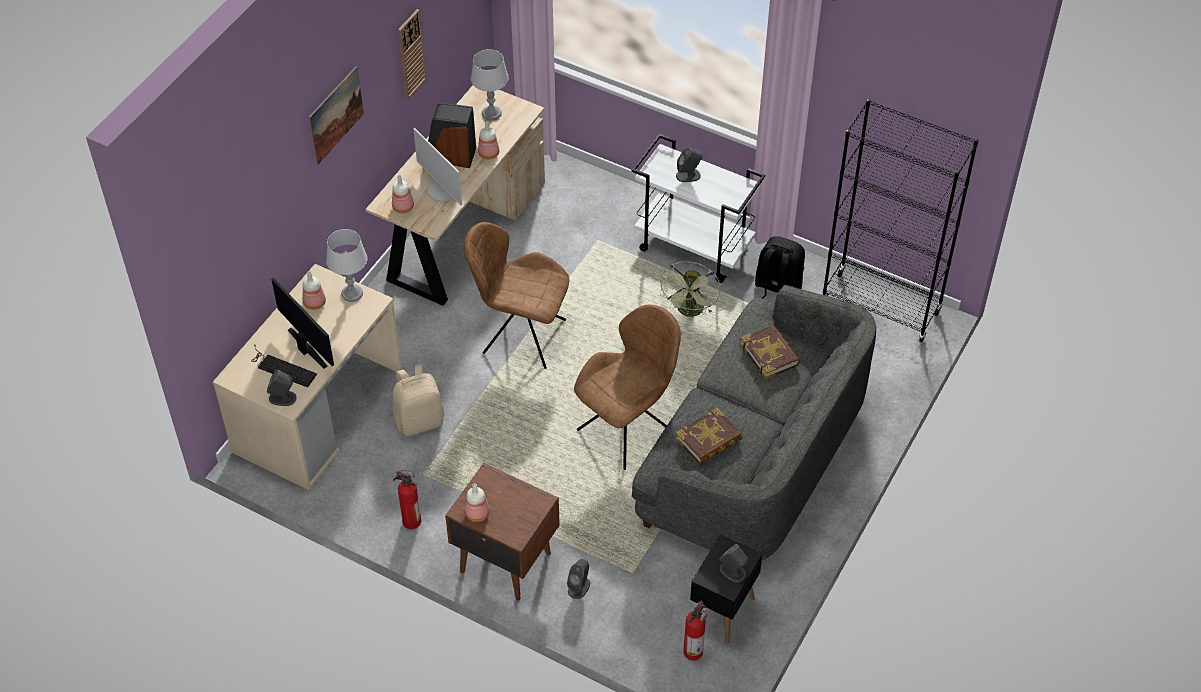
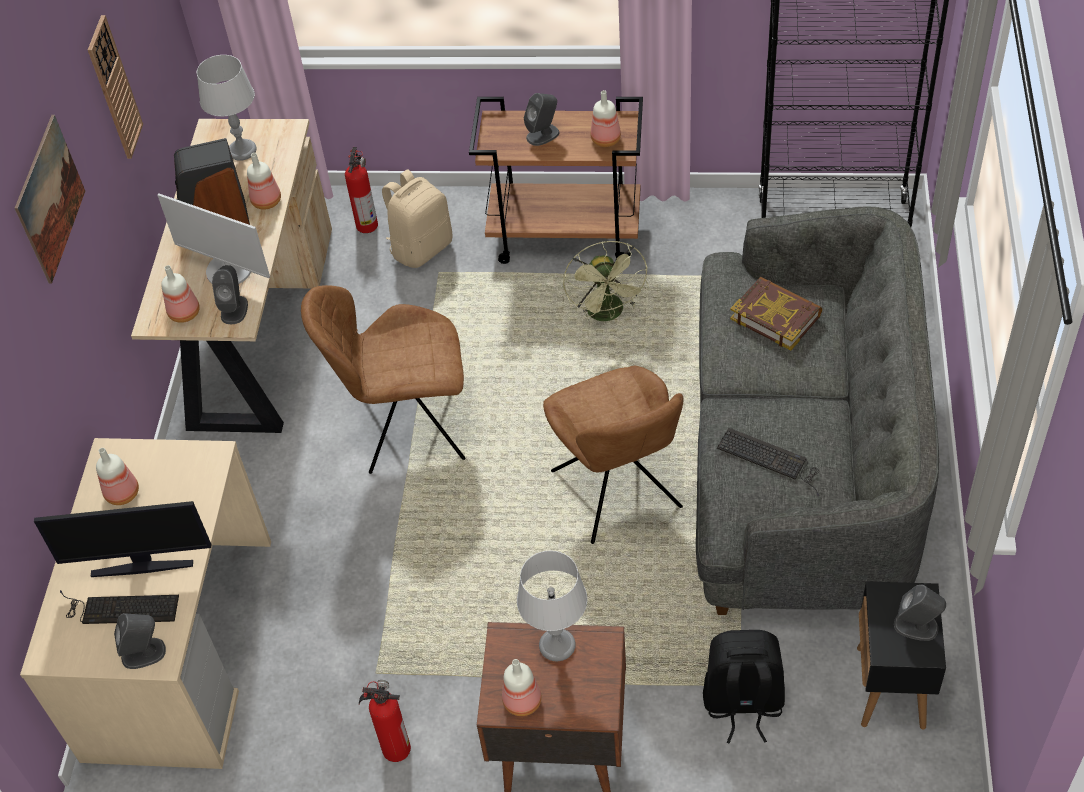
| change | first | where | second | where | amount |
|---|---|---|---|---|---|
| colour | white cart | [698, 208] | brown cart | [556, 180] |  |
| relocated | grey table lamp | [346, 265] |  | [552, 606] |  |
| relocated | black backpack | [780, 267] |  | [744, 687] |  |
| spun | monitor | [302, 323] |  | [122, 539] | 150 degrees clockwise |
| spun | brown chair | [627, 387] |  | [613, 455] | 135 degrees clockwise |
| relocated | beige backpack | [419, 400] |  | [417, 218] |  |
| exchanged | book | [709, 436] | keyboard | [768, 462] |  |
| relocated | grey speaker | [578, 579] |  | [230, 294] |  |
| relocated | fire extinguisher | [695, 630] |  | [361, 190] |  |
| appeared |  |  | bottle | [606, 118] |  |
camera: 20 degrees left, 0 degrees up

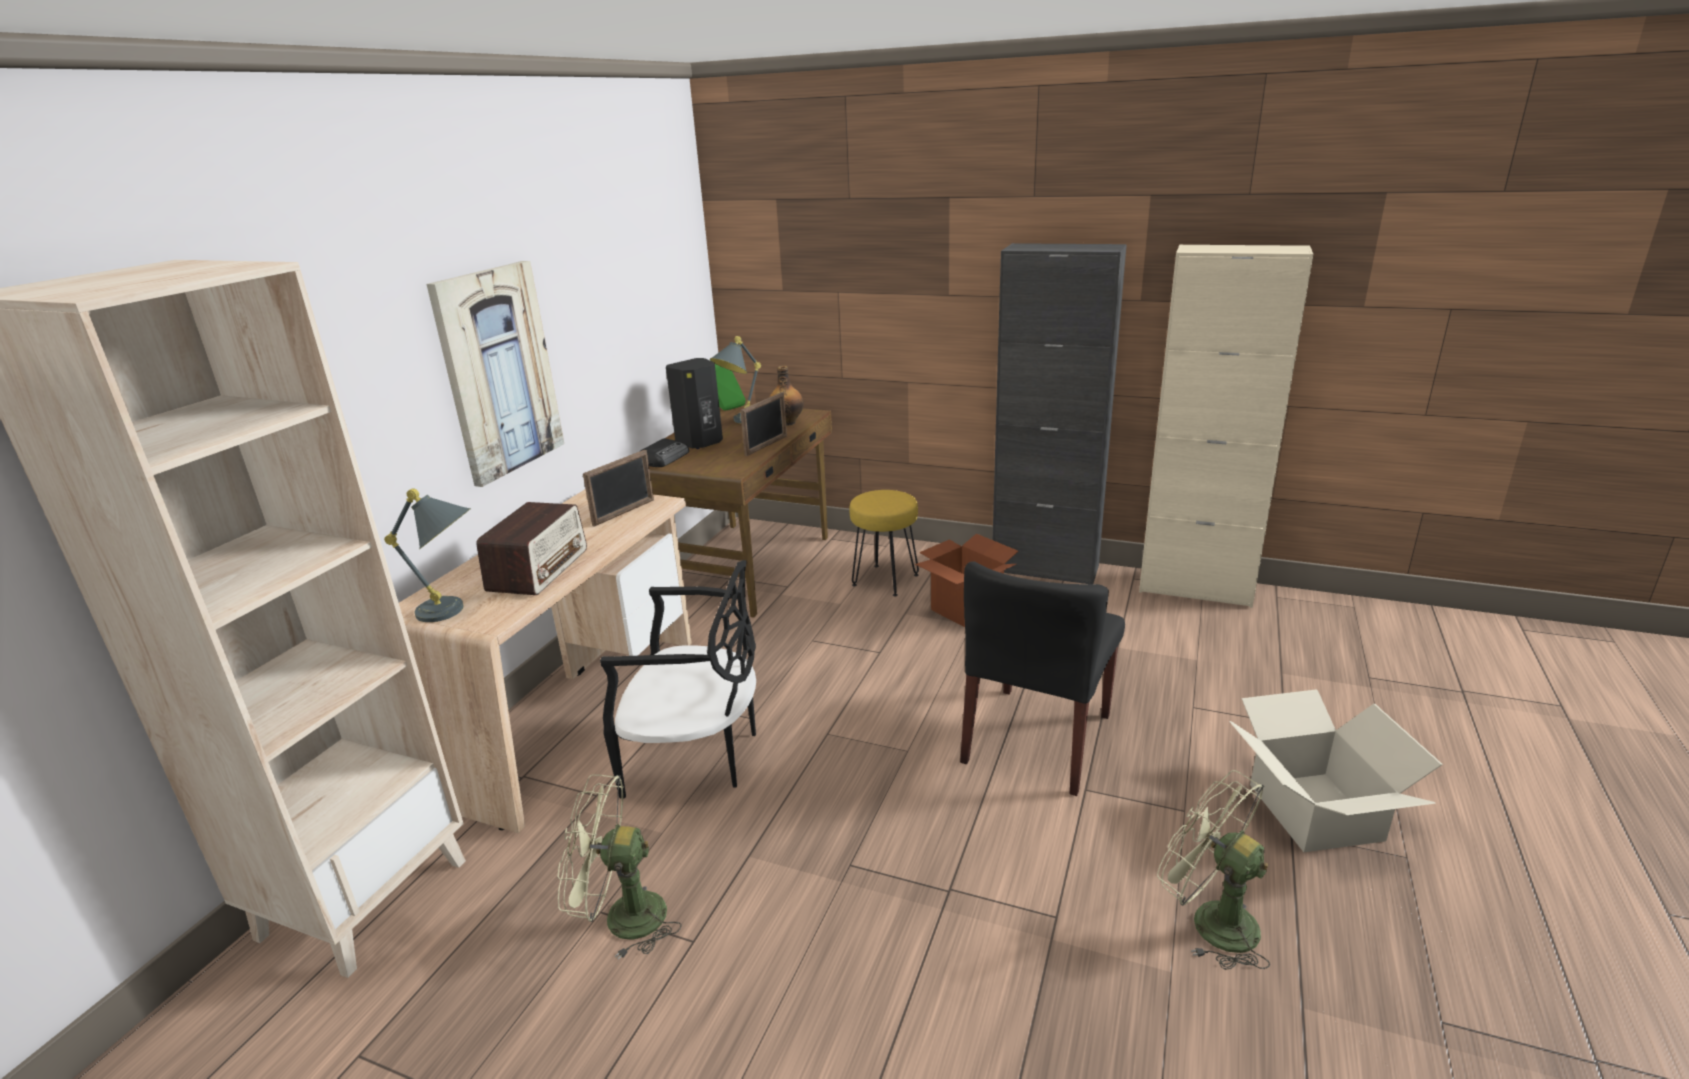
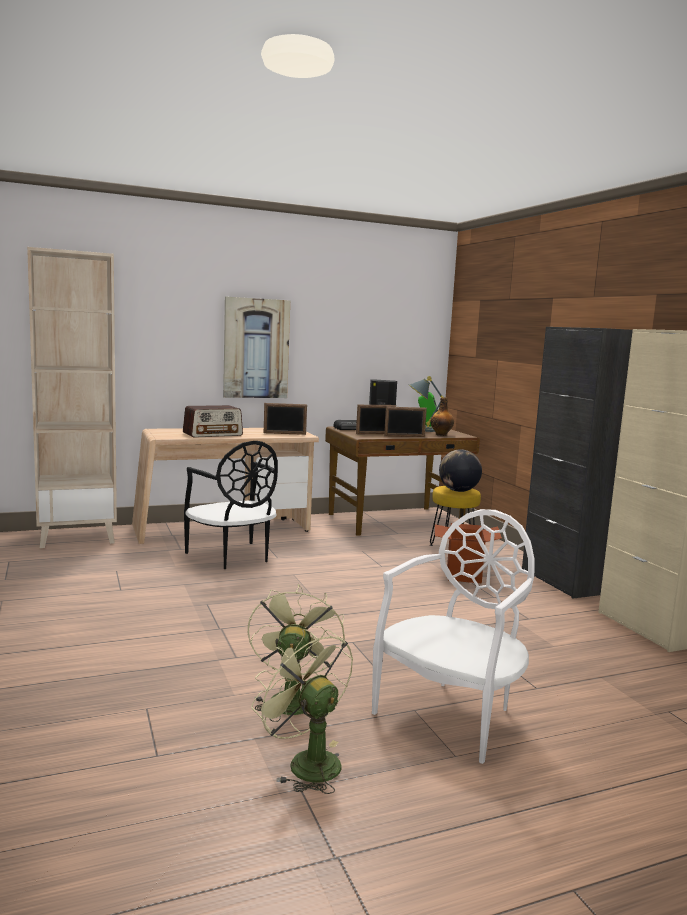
| change | first | where | second | where | amount |
|---|---|---|---|---|---|
| missing | grey table lamp | [427, 555] |  |  |  |
| missing | black chair | [1042, 678] |  |  |  |
| exchanged | cardboard box | [1336, 770] | white chair | [453, 636] |  |
| relocated | green fan | [619, 867] |  | [302, 711] |  |
| appeared |  |  | picture frame | [376, 419] |  |
| appeared |  |  | globe | [460, 470] |  |
camera: 45 degrees right, 15 degrees down

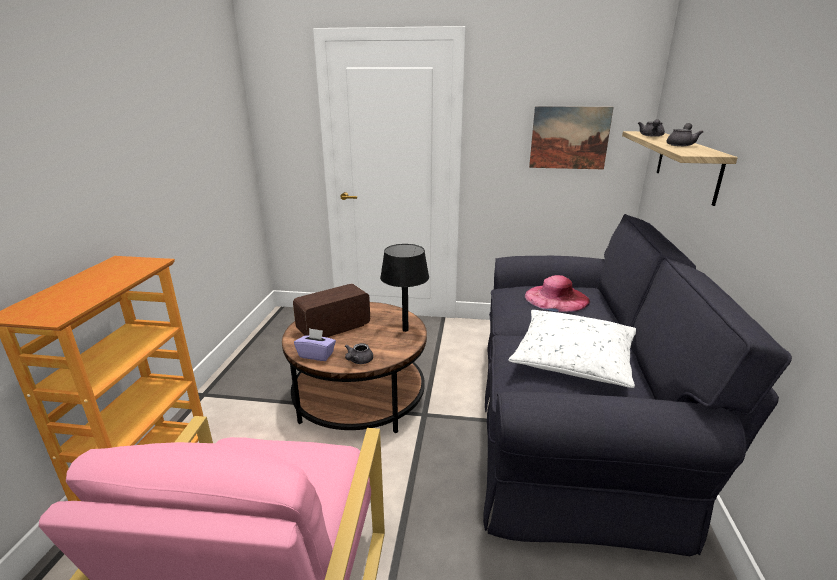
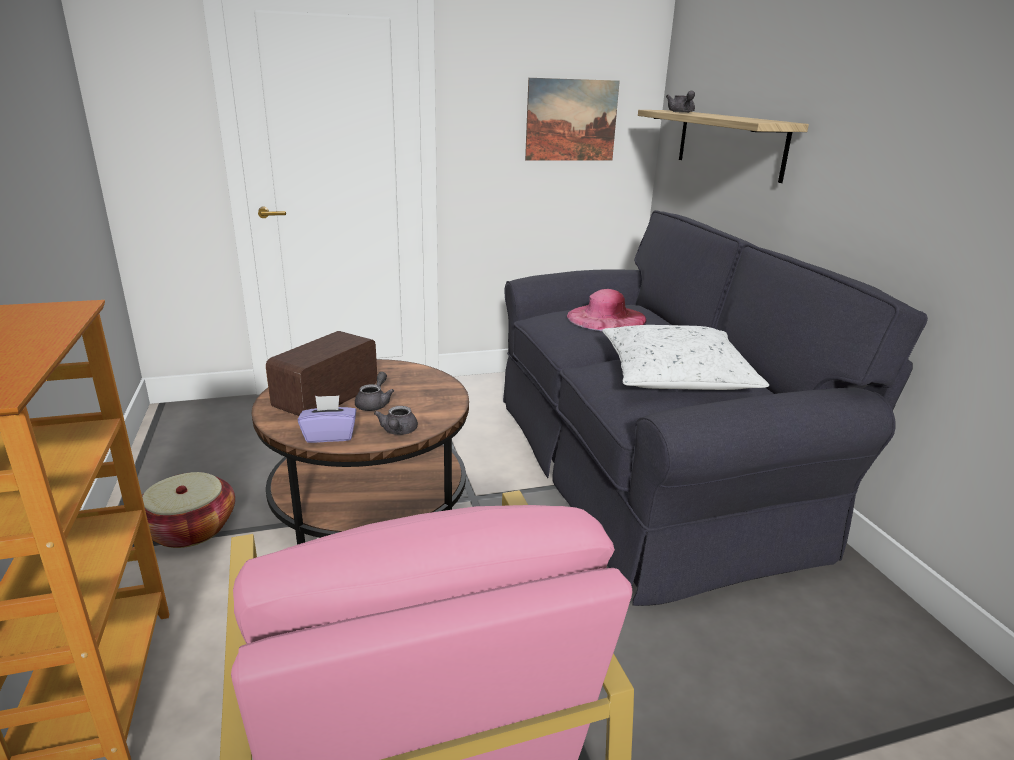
| change | first | where | second | where | amount |
|---|---|---|---|---|---|
| relocated | grey teapot | [685, 134] |  | [374, 391] |  |
| missing | black table lamp | [404, 288] |  |  |  |
| appeared |  |  | basket | [188, 510] |  |
camera: 25 degrees left, 0 degrees up

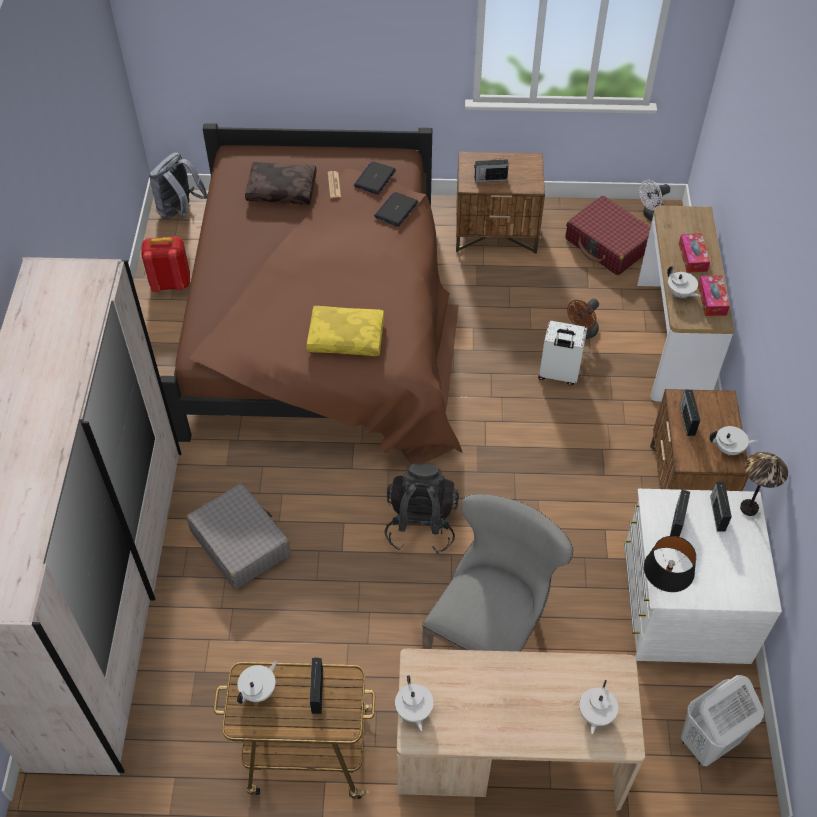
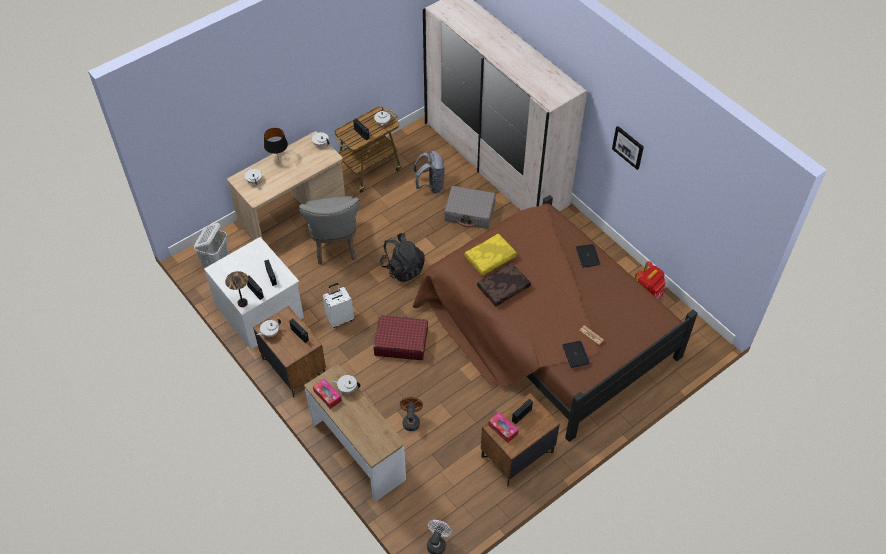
| change | first | where | second | where | amount |
|---|---|---|---|---|---|
| relocated | grey backpack | [178, 185] |  | [429, 172] |  |
| relocated | brown pillow | [281, 183] |  | [504, 284] |  |
| relocated | laptop | [396, 209] |  | [588, 255] |  |
| relocated | red suitcase | [607, 235] |  | [400, 338] |  |
| relocated | tissue box | [694, 253] |  | [503, 427] |  |
| relocated | white suitcase | [562, 353] |  | [338, 305] |  |
| relocated | black table lamp | [670, 564] |  | [276, 144] |  |
| appeared |  |  | picture | [628, 148] |  |
camera: 140 degrees right, 0 degrees up

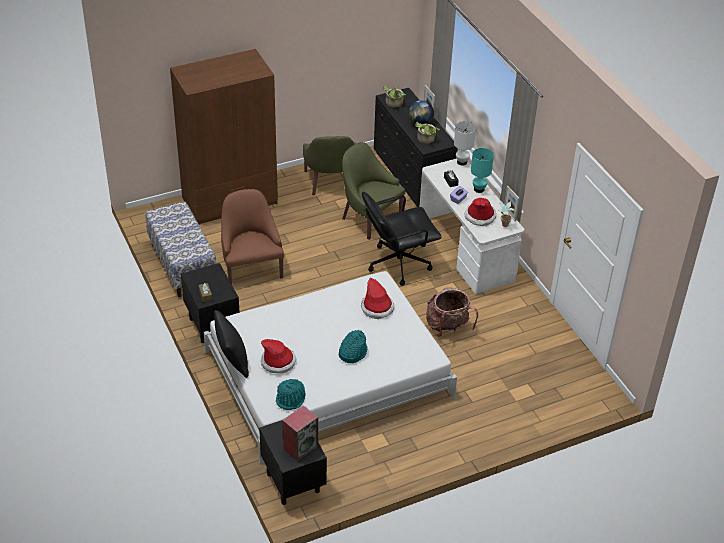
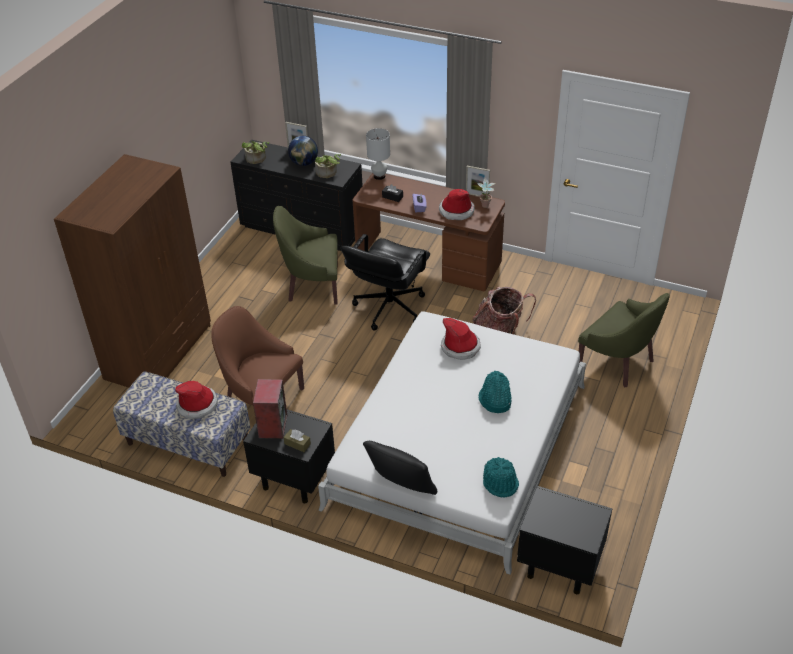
| change | first | where | second | where | amount |
|---|---|---|---|---|---|
| relocated | green armchair | [329, 165] |  | [624, 340] |  |
| missing | turquoise table lamp | [482, 170] |  |  |  |
| colour | white desk | [472, 226] | brown desk | [428, 232] |  |
| relocated | hat | [279, 356] |  | [196, 400] |  |
| relocated | speaker | [300, 433] |  | [270, 409] |  |
camera: 40 degrees left, 0 degrees up

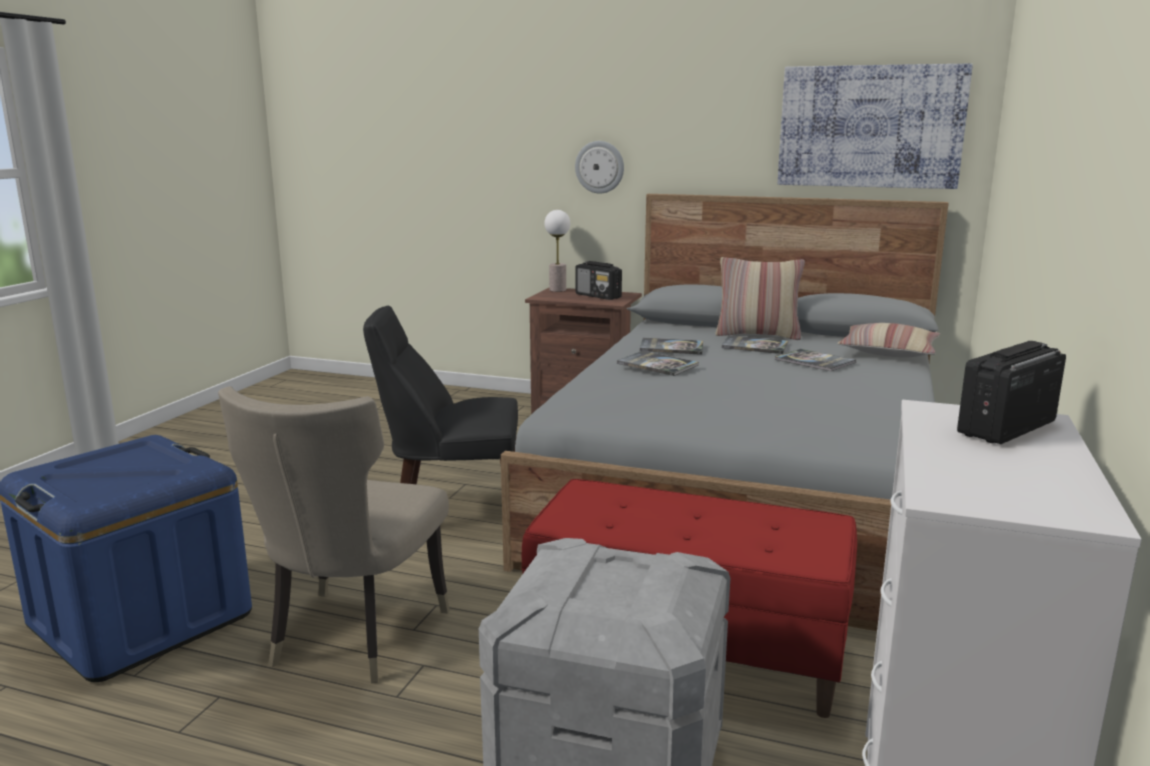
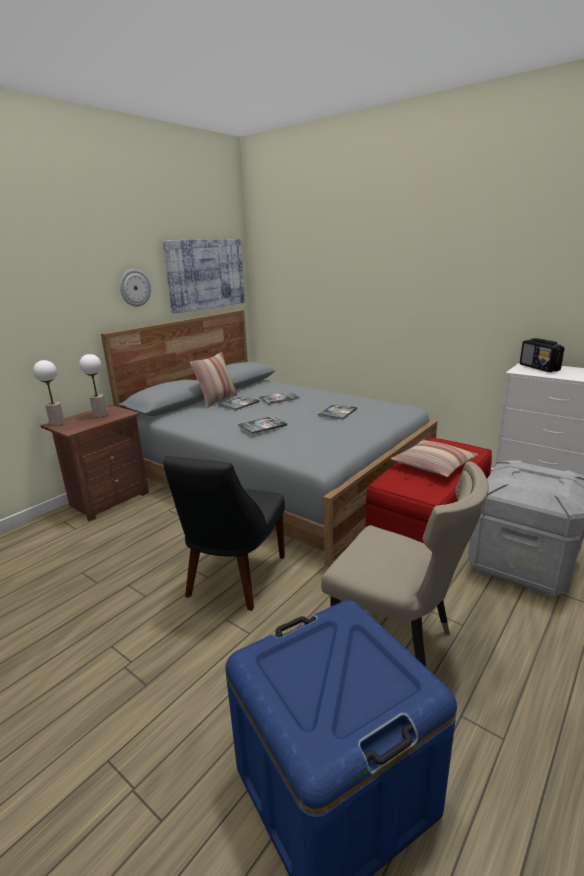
| change | first | where | second | where | amount |
|---|---|---|---|---|---|
| relocated | wall clock | [599, 167] |  | [135, 288] |  |
| exchanged | radio | [599, 280] | table lamp | [93, 385] |  |
| relocated | pillow | [888, 340] |  | [434, 458] |  |
| relocated | book | [671, 346] |  | [337, 412] |  |
camera: 70 degrees left, 5 degrees up

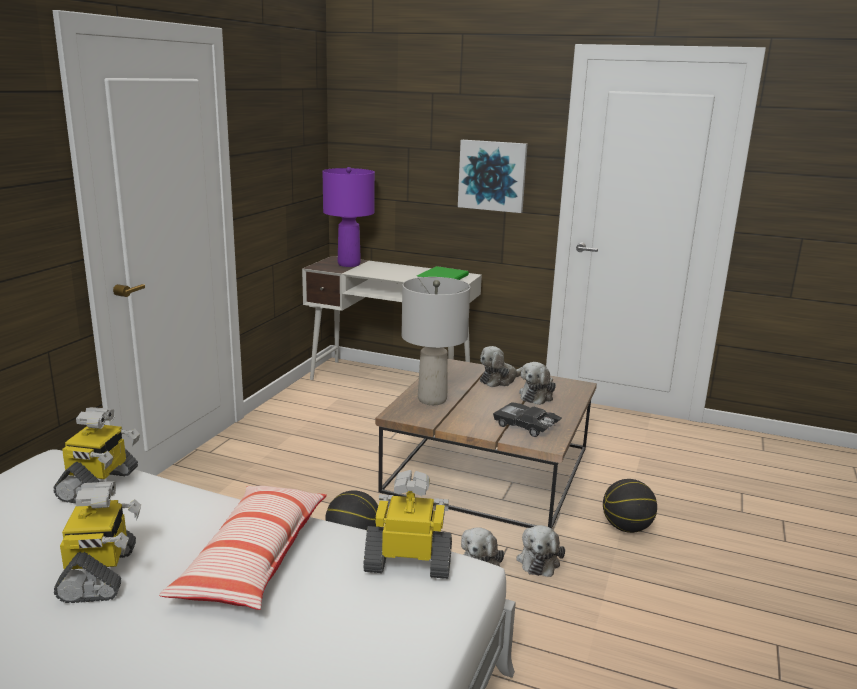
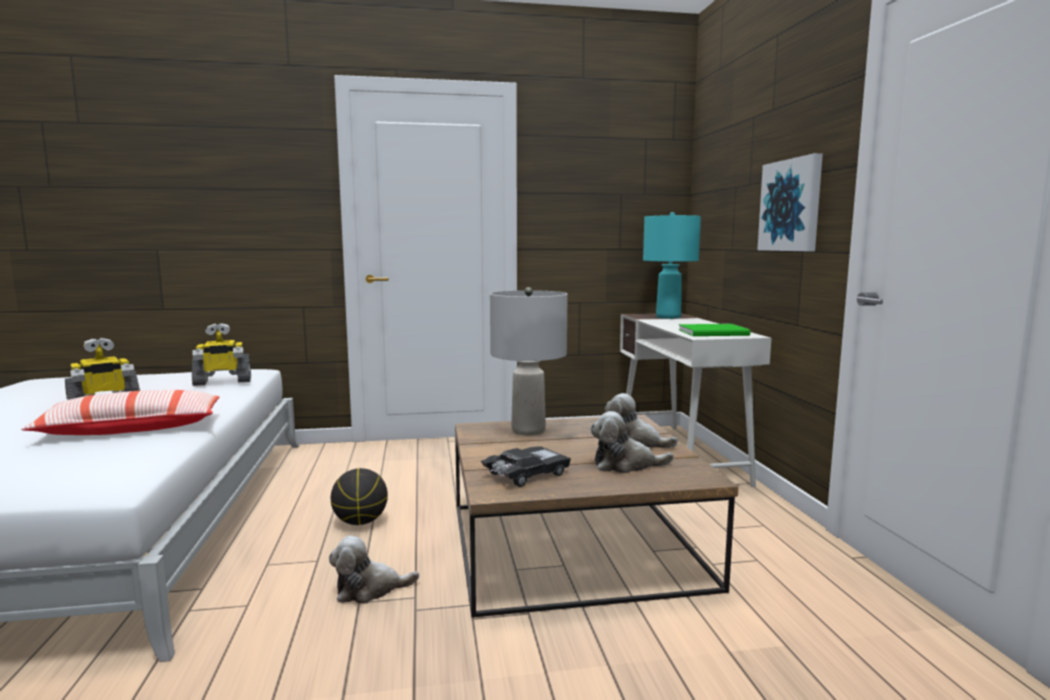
| change | first | where | second | where | amount |
|---|---|---|---|---|---|
| colour | purple table lamp | [349, 217] | turquoise table lamp | [672, 265] |  |
| spun | black toy car | [527, 420] |  | [526, 466] | 45 degrees clockwise |
| missing | toy robot | [407, 524] |  |  |  |
| missing | basketball | [630, 506] |  |  |  |
| missing | plush toy | [540, 551] |  |  |  |
camera: 60 degrees right, 10 degrees down

